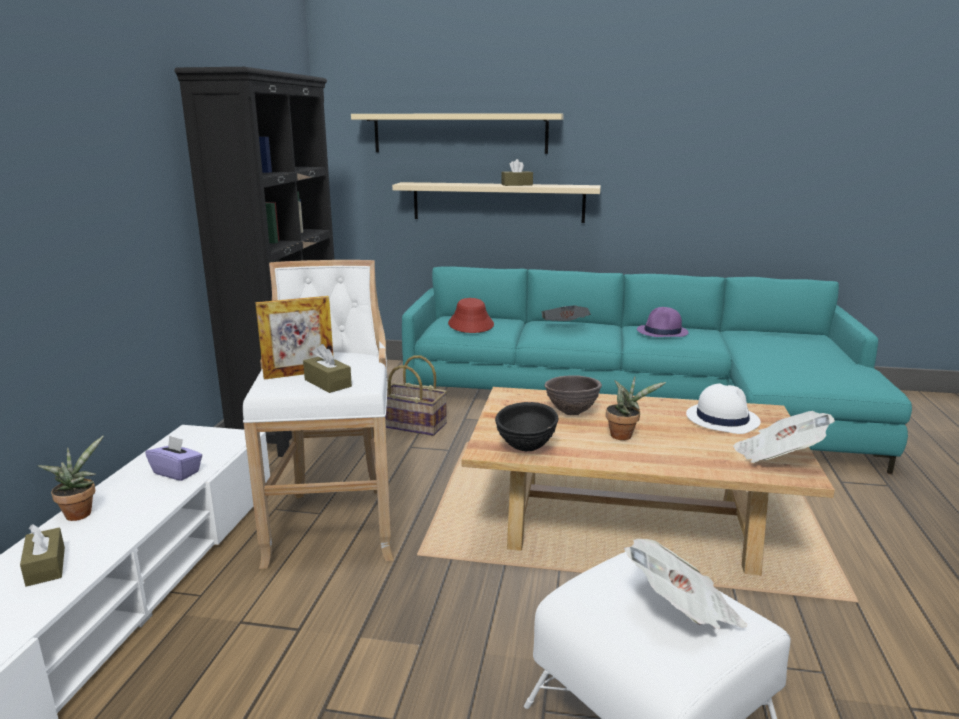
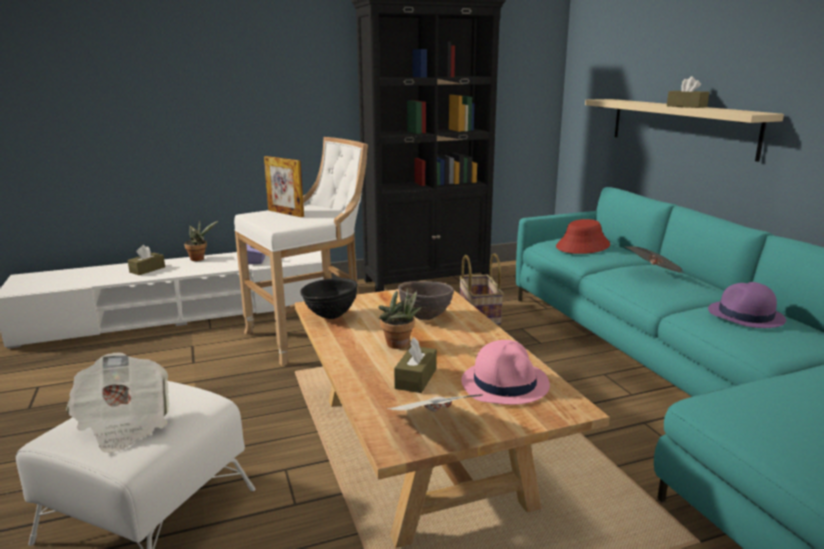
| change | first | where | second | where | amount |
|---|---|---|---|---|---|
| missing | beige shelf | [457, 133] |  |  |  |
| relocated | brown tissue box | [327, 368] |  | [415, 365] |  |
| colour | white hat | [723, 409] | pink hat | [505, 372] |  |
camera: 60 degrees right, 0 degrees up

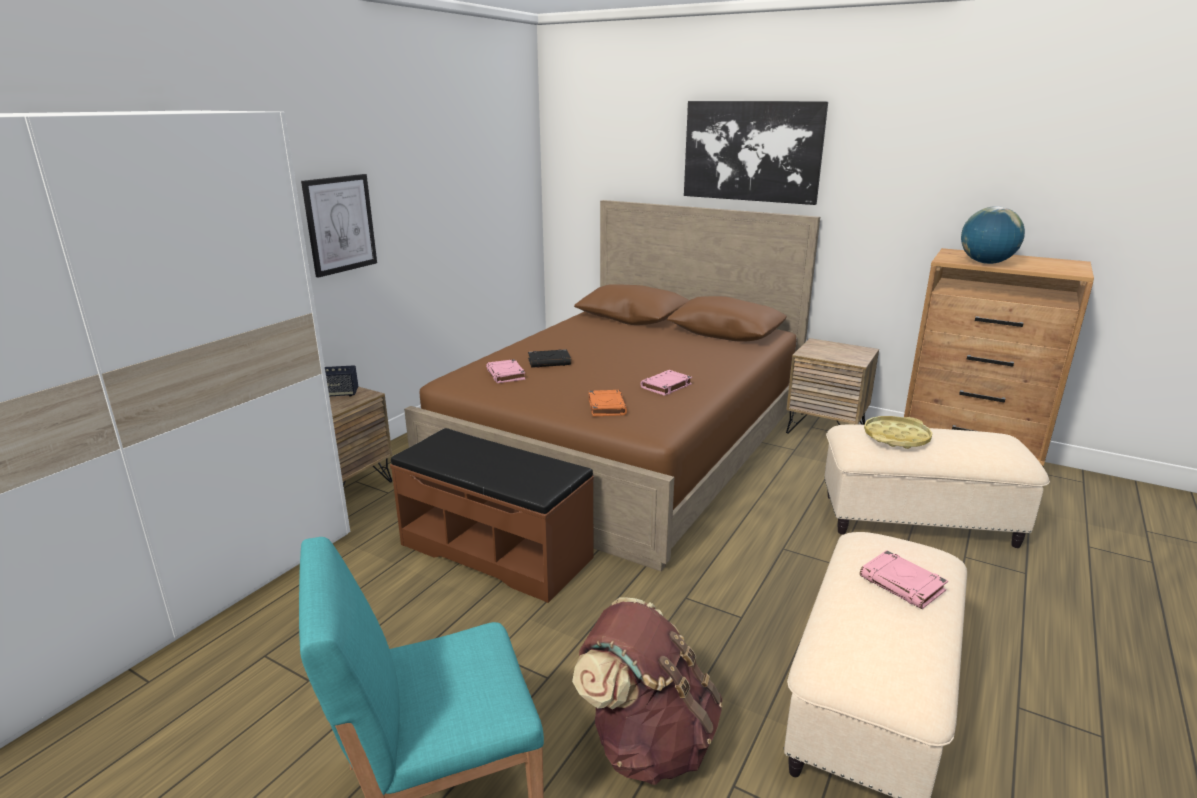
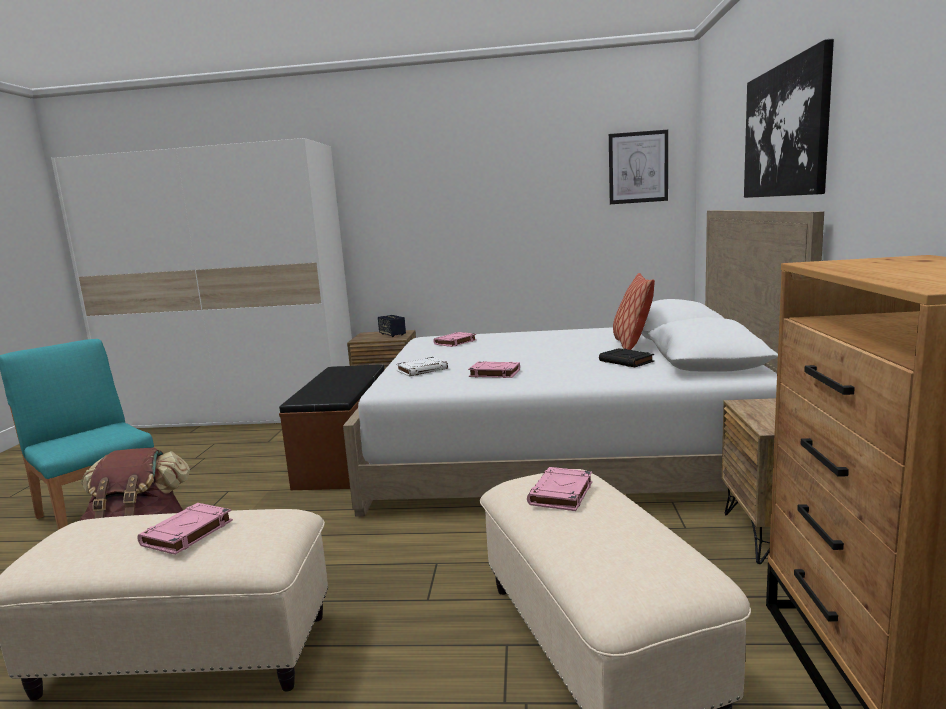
| change | first | where | second | where | amount |
|---|---|---|---|---|---|
| relocated | picture | [339, 226] |  | [638, 167] |  |
| colour | brown bed | [612, 385] | white bed | [583, 363] |  |
| missing | globe | [993, 235] |  |  |  |
| relocated | black book | [549, 358] |  | [626, 357] |  |
| colour | orange book | [608, 403] | white book | [422, 366] |  |
| exchanged | yellow tray | [898, 432] | pink book | [559, 489] |  |
| appeared |  |  | pillow | [634, 311] |  |
camera: 65 degrees right, 10 degrees down

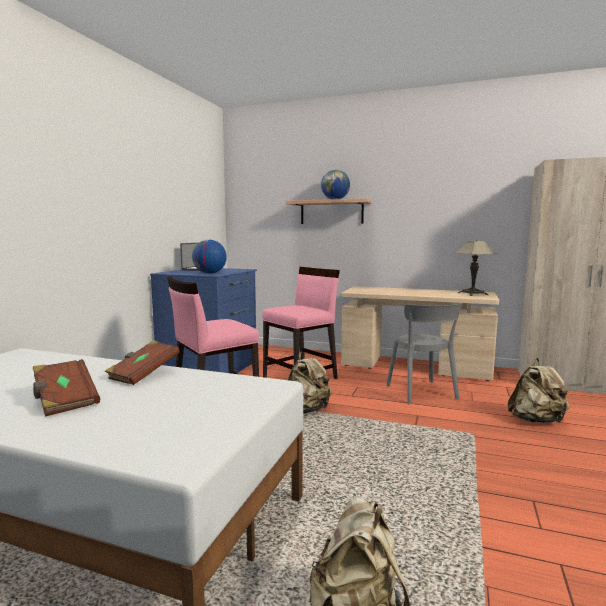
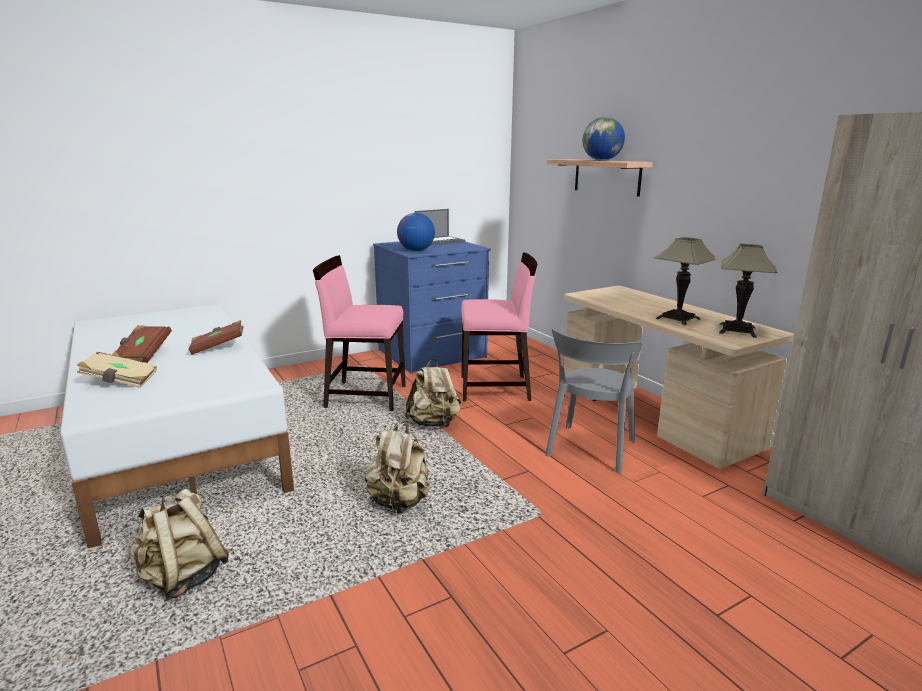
| change | first | where | second | where | amount |
|---|---|---|---|---|---|
| relocated | beige backpack | [538, 390] |  | [397, 467] |  |
| appeared |  |  | table lamp | [686, 281] |  |
| appeared |  |  | beige book | [117, 370] |  |
camera: 40 degrees right, 10 degrees up

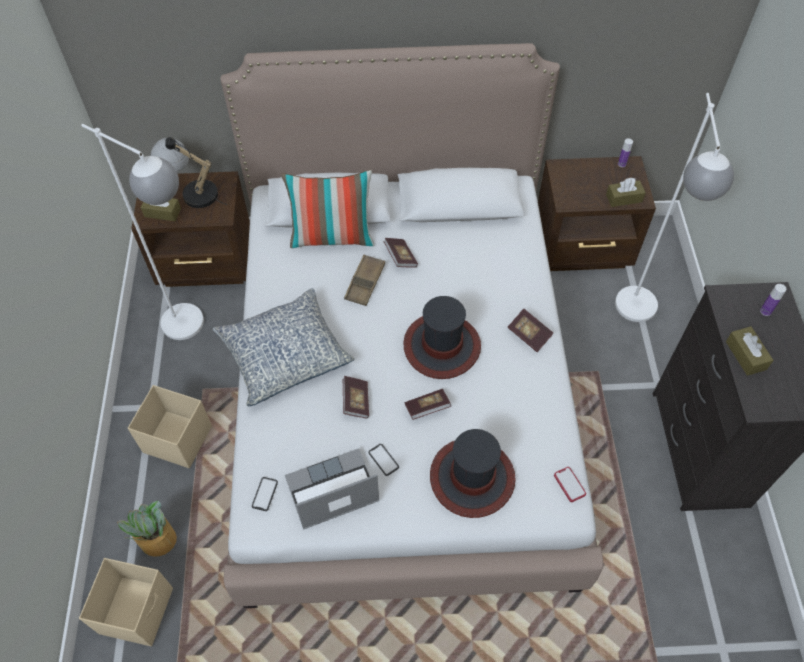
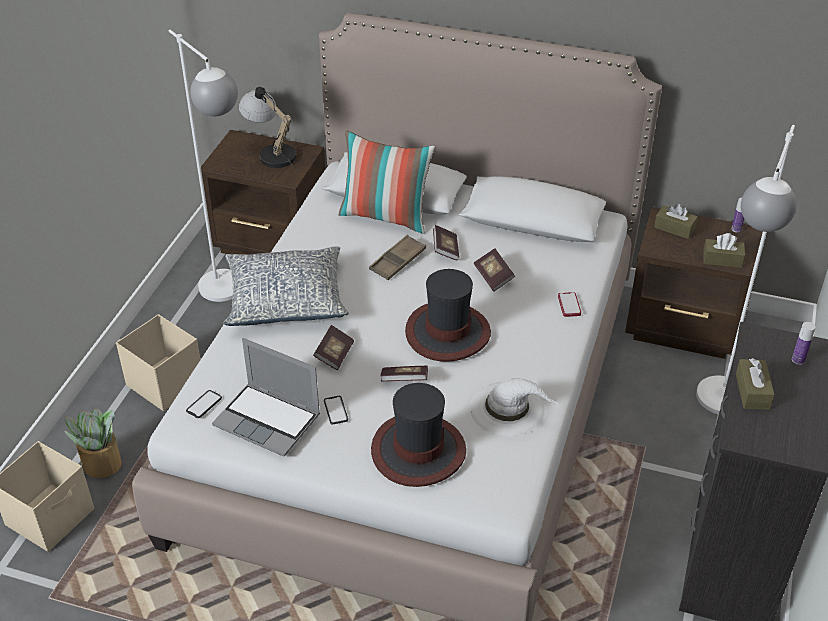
| change | first | where | second | where | amount |
|---|---|---|---|---|---|
| relocated | brown tissue box | [161, 209] |  | [676, 221] |  |
| relocated | book | [531, 330] |  | [494, 270] |  |
| spun | laptop | [332, 489] |  | [266, 397] | 150 degrees counterclockwise |
| relocated | phone | [570, 484] |  | [569, 304] |  |
| appeared |  |  | white hat | [514, 407] |  |
camera: 20 degrees right, 15 degrees down

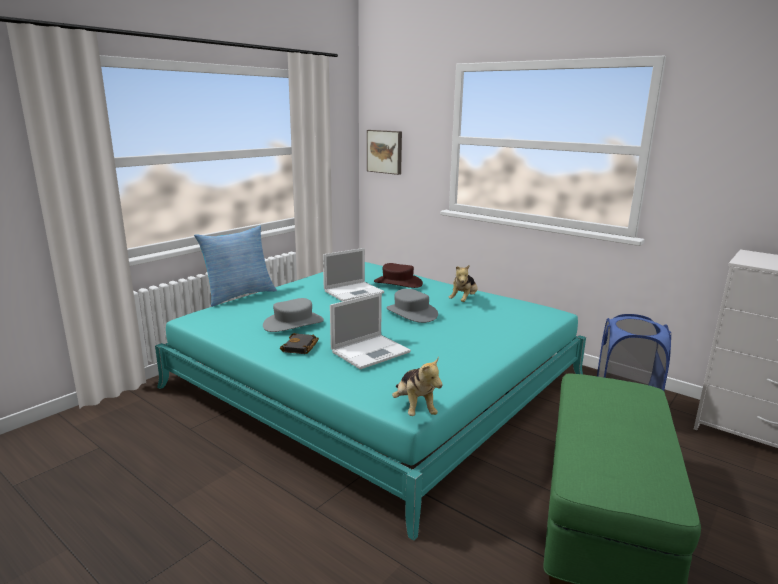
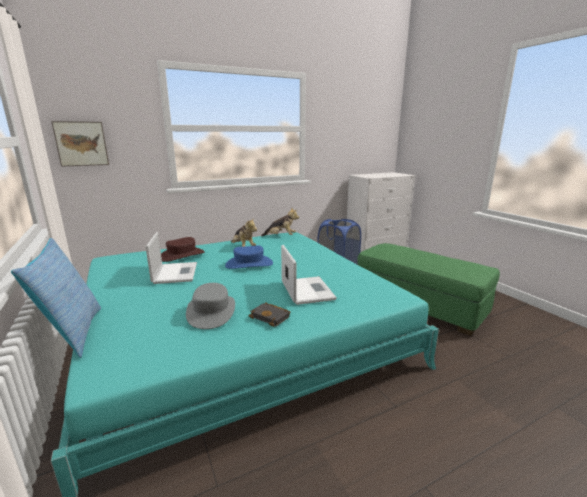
| change | first | where | second | where | amount |
|---|---|---|---|---|---|
| colour | grey hat | [412, 306] | blue hat | [249, 257] |  |
| relocated | plush toy | [417, 386] |  | [280, 222] |  |
camera: 65 degrees left, 0 degrees up

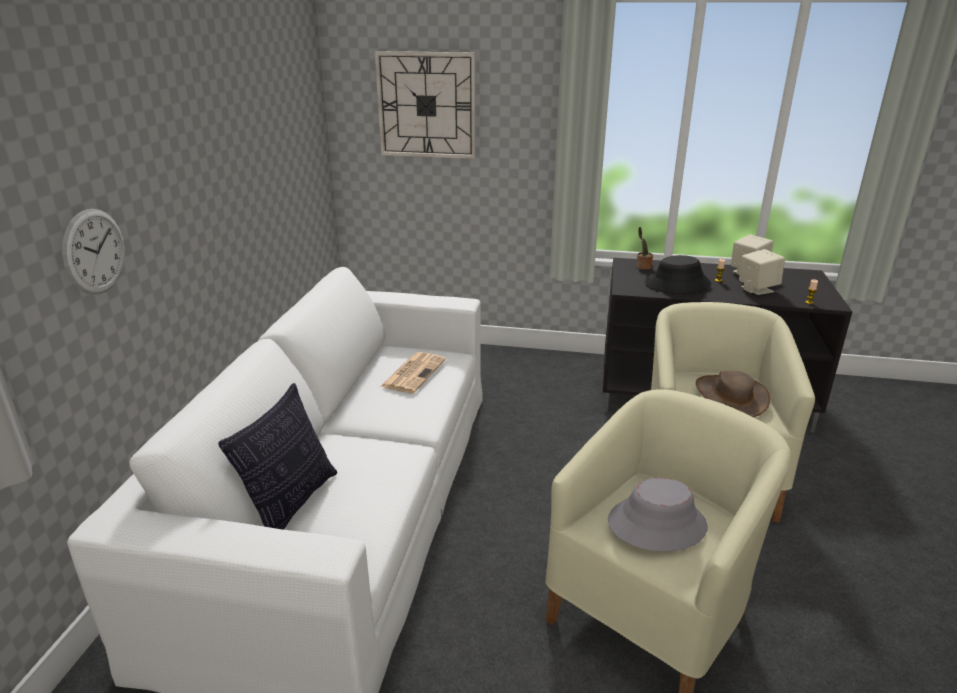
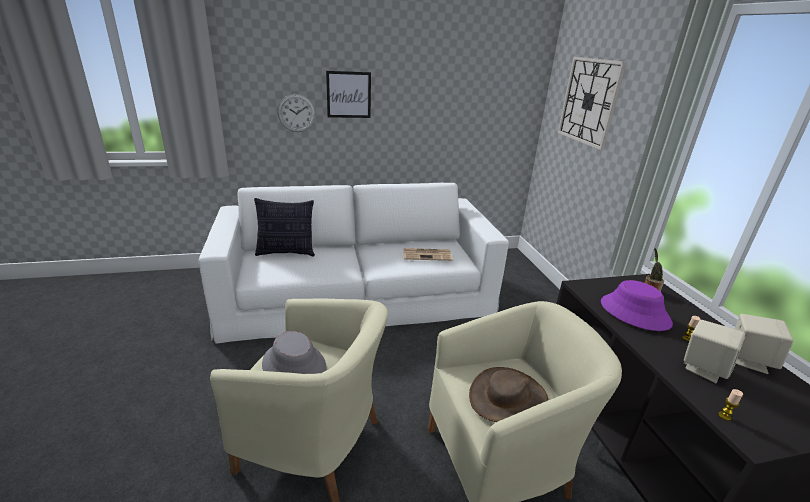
| change | first | where | second | where | amount |
|---|---|---|---|---|---|
| colour | black hat | [678, 274] | purple hat | [637, 305] |  |
| appeared |  |  | picture | [348, 94] |  |
camera: 65 degrees right, 0 degrees up

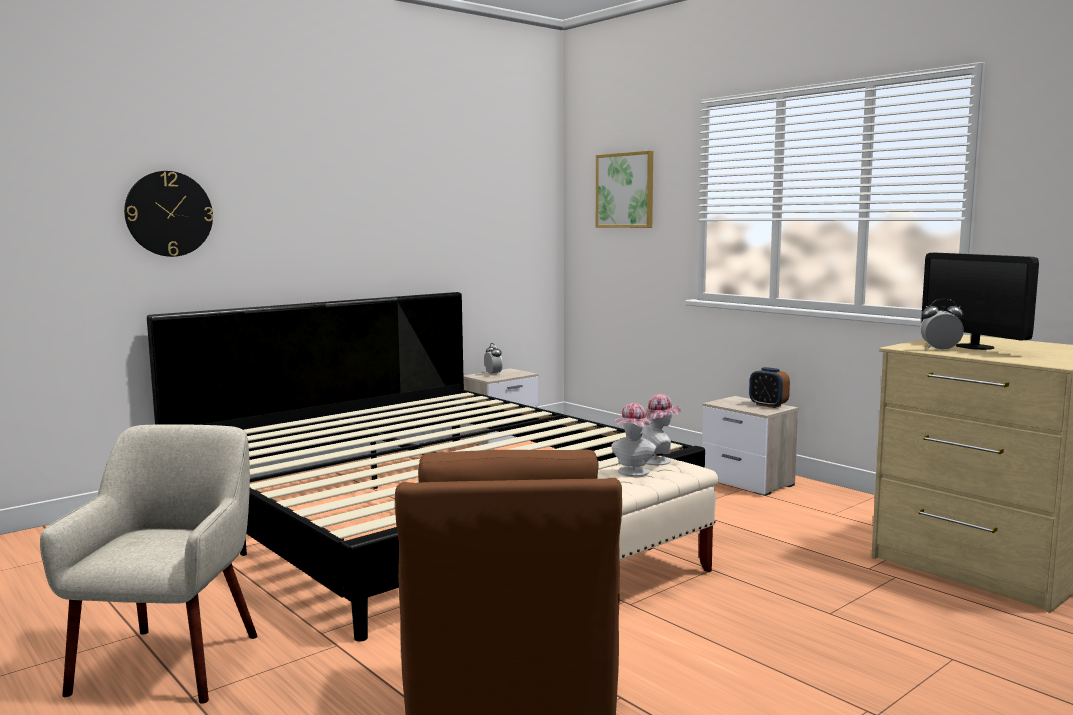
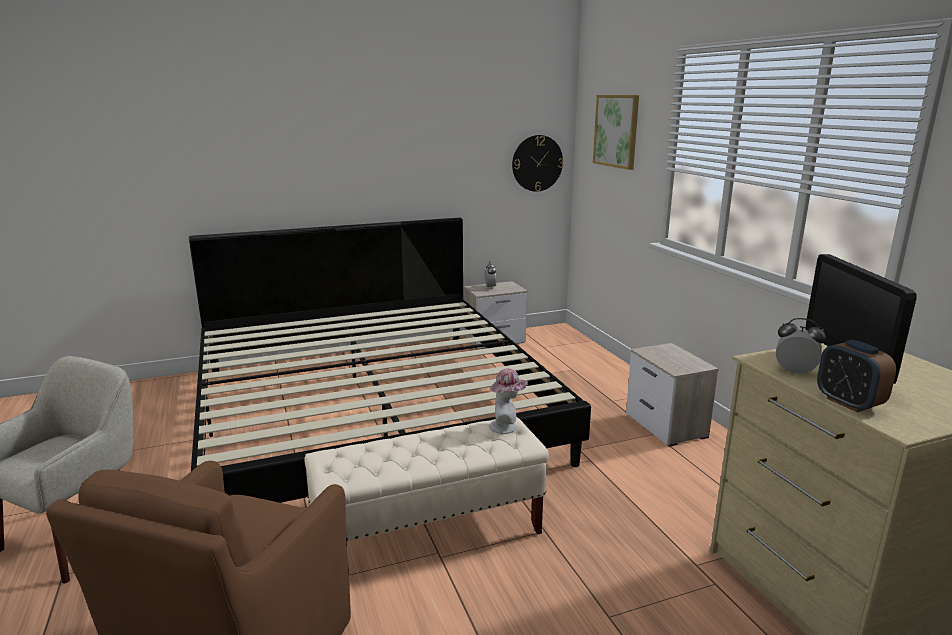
| change | first | where | second | where | amount |
|---|---|---|---|---|---|
| relocated | wall clock | [168, 214] |  | [537, 163] |  |
| relocated | alarm clock | [769, 387] |  | [856, 376] |  |
| missing | hat | [634, 439] |  |  |  |
camera: 20 degrees right, 10 degrees up

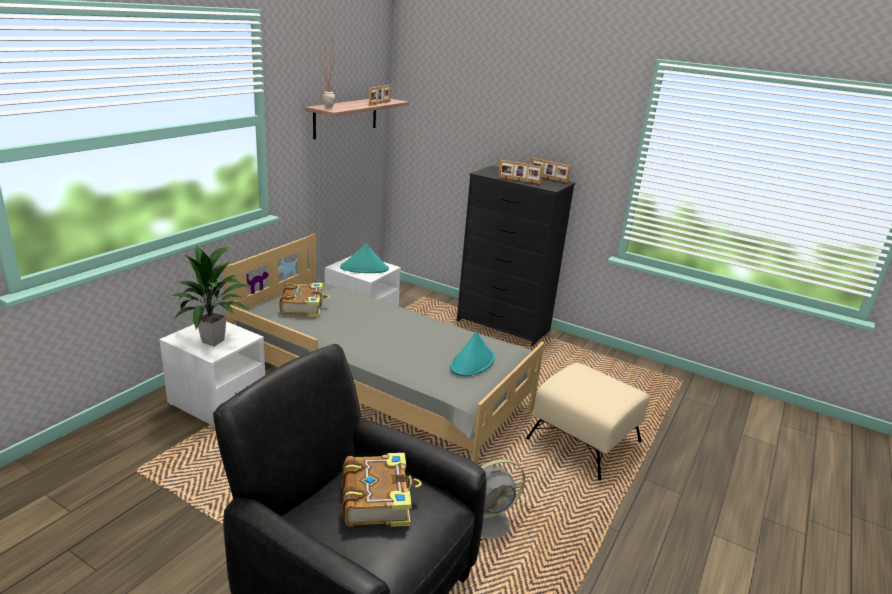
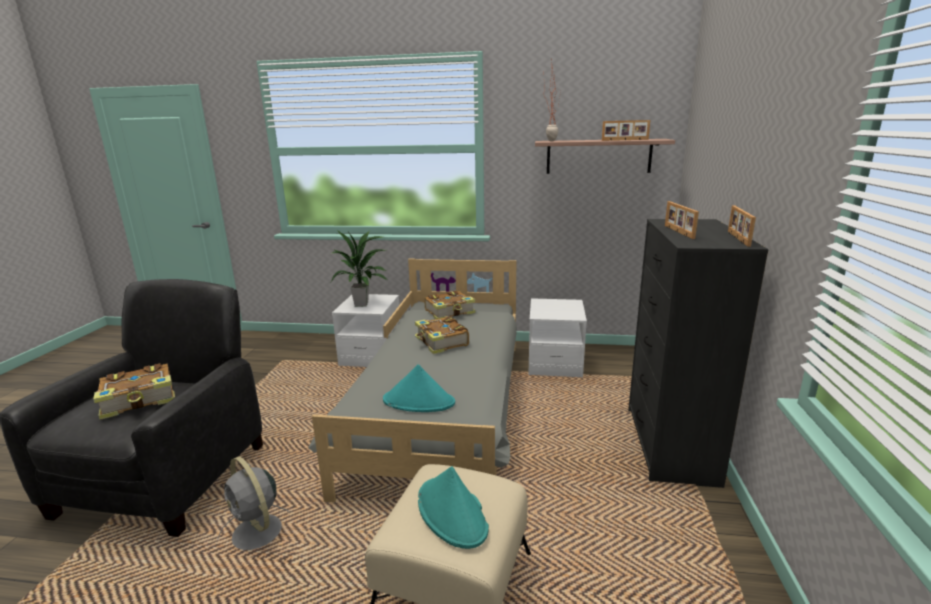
| change | first | where | second | where | amount |
|---|---|---|---|---|---|
| relocated | turquoise hat | [364, 258] |  | [453, 507] |  |
| appeared |  |  | book | [442, 335] |  |
camera: 70 degrees right, 5 degrees down

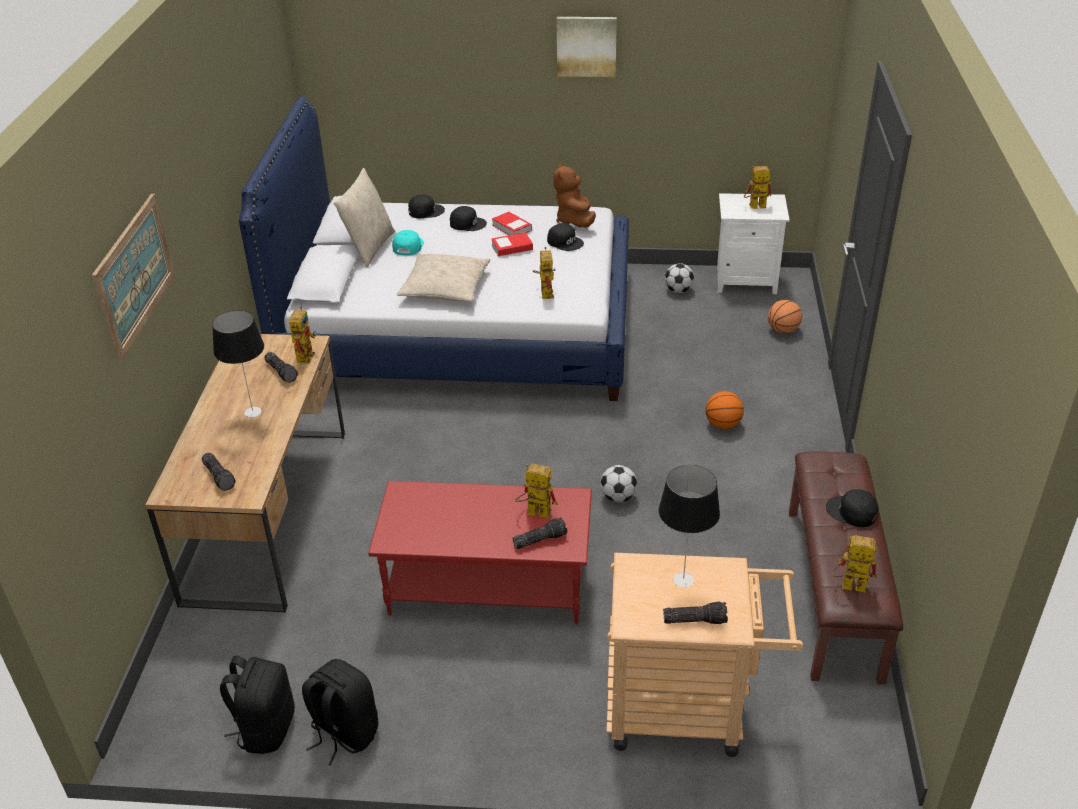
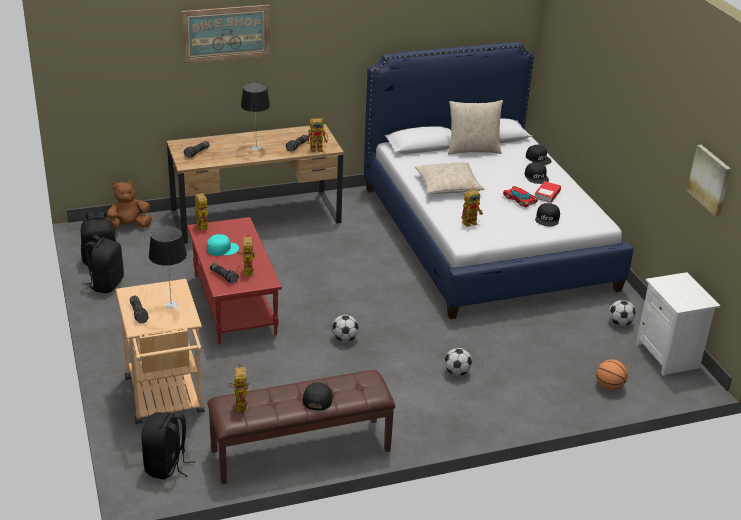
| change | first | where | second | where | amount |
|---|---|---|---|---|---|
| relocated | picture | [587, 47] |  | [709, 181] |  |
| relocated | brown plush toy | [574, 195] |  | [129, 205] |  |
| relocated | toy robot | [757, 187] |  | [199, 211] |  |
| relocated | turquoise cap | [408, 242] |  | [223, 245] |  |
| exchanged | book | [512, 244] | toy car | [520, 197] |  |
| exchanged | basketball | [724, 410] | football | [458, 362] |  |
| appeared |  |  | black backpack | [168, 446] |  |
camera: 65 degrees right, 5 degrees down

